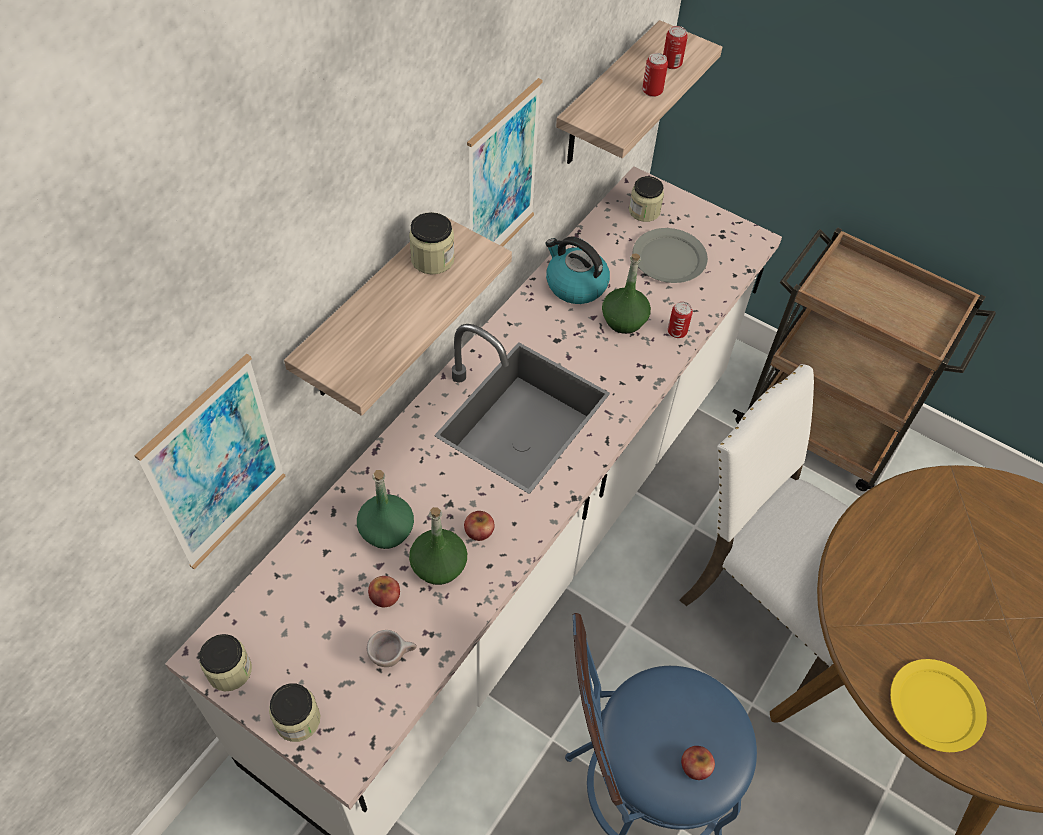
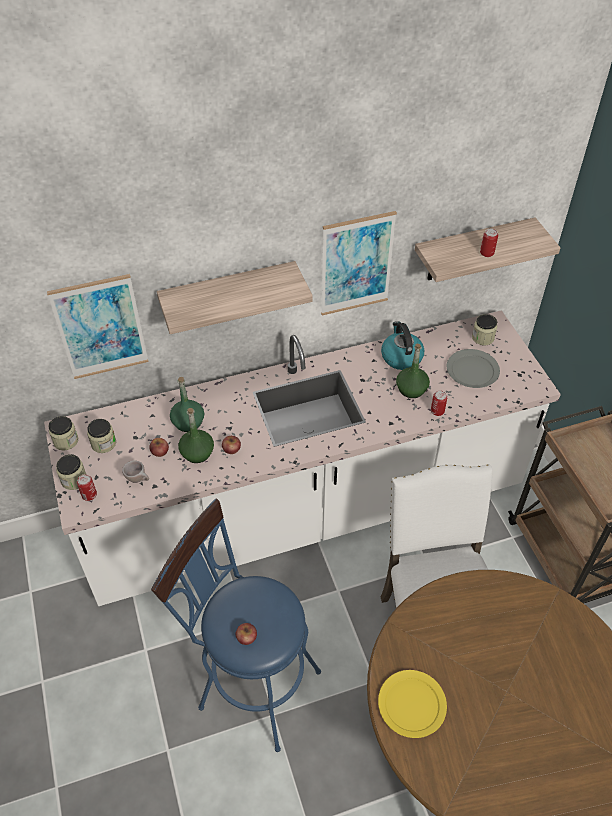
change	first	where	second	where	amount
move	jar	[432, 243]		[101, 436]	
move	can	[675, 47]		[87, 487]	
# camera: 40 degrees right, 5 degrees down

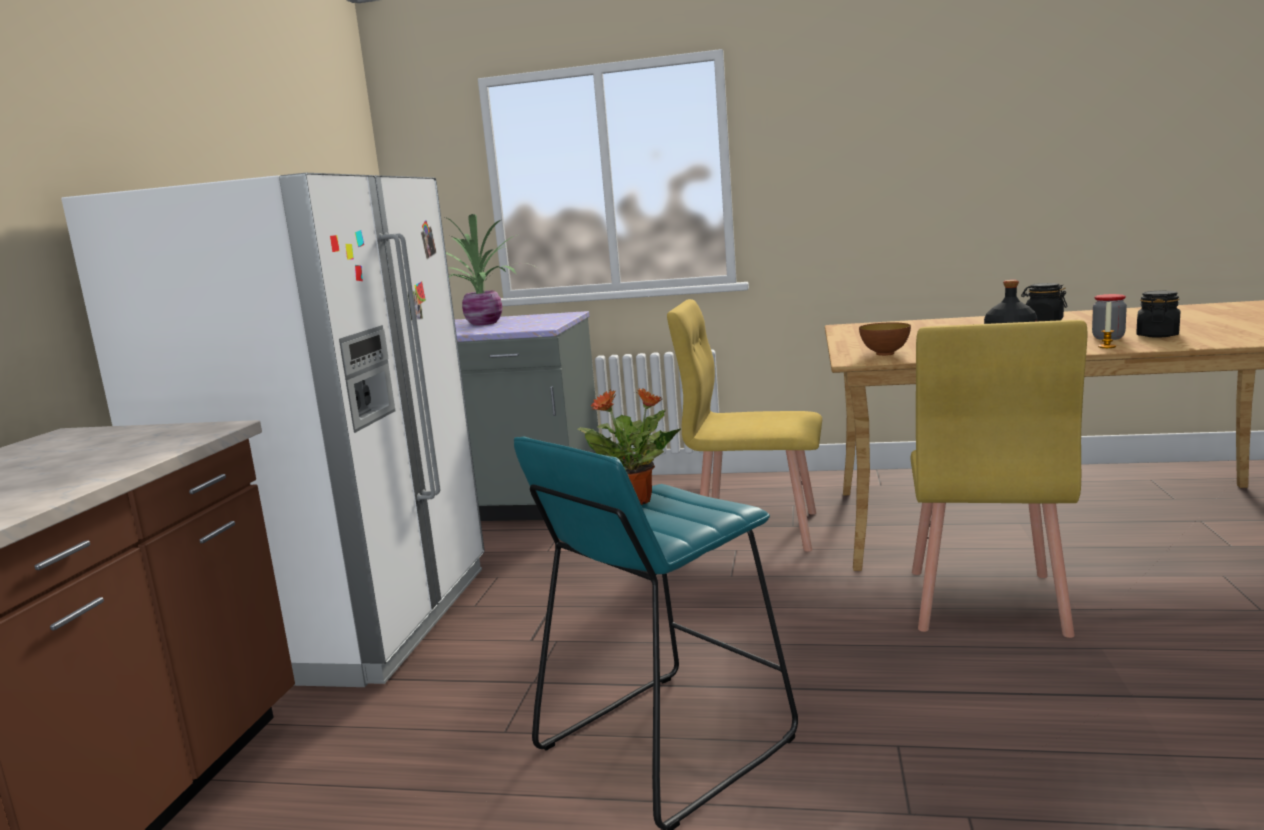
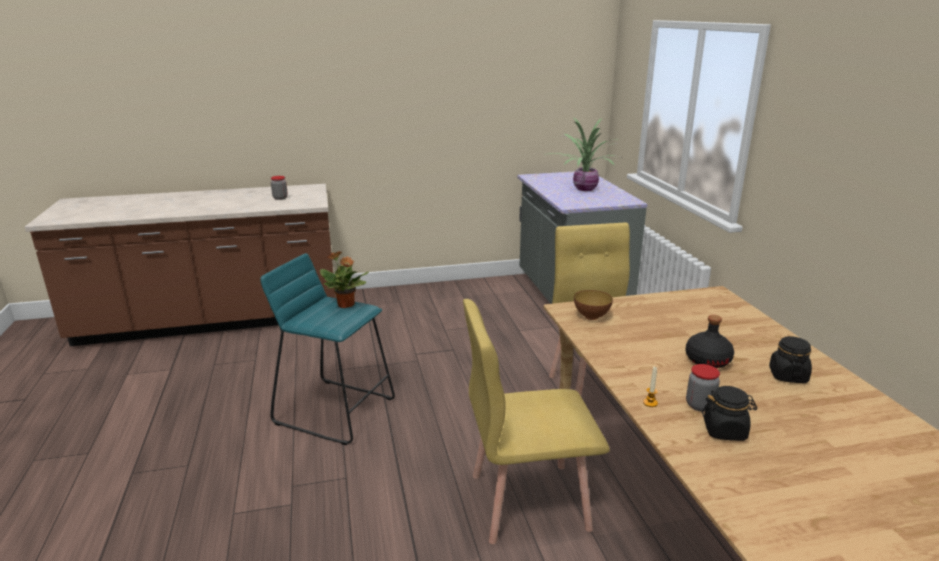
change	first	where	second	where	amount
delete	fridge (white)	[273, 430]			
insert			jar	[279, 188]	
# camera: 65 degrees right, 10 degrees up

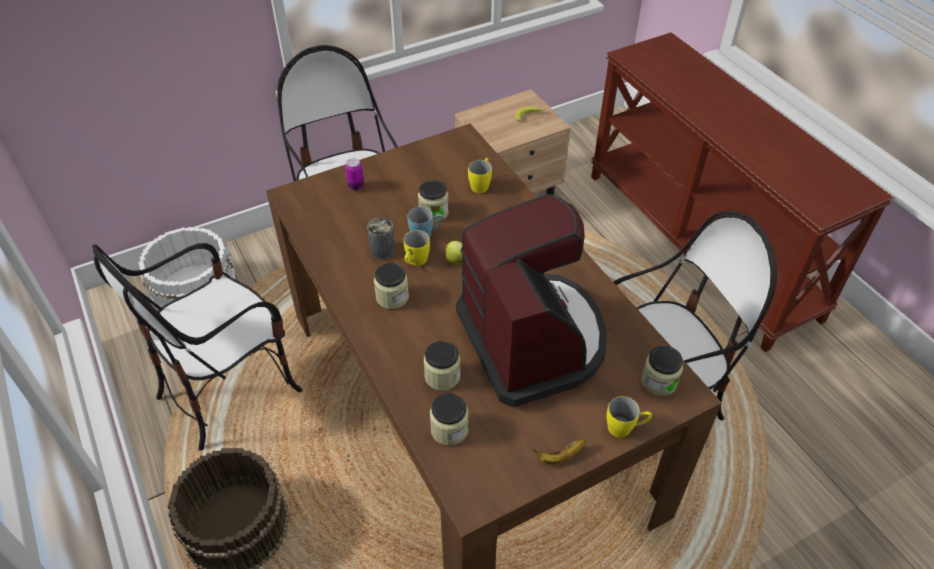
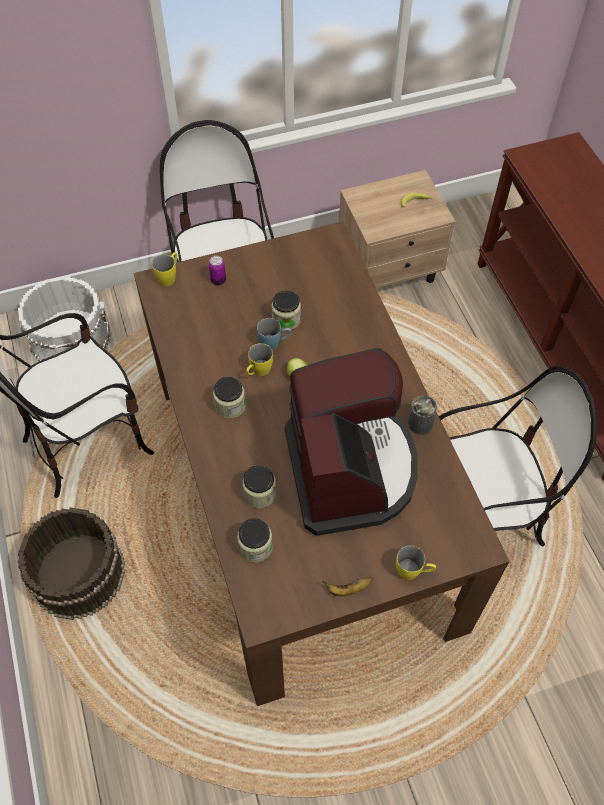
change	first	where	second	where	amount
delete	jar	[662, 371]			
move	can	[381, 239]		[422, 415]	
move	tea mug (yellow)	[480, 175]		[164, 269]	
# camera: 10 degrees right, 10 degrees up

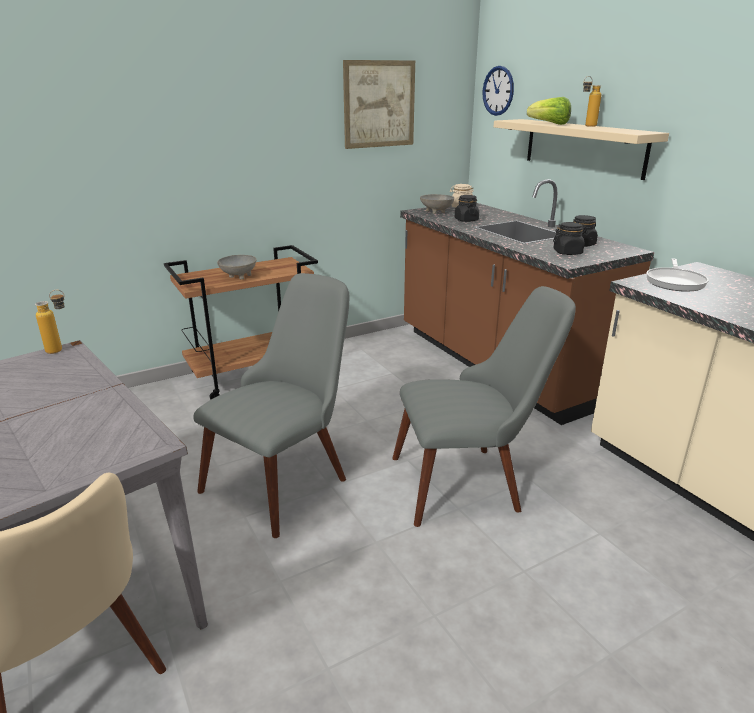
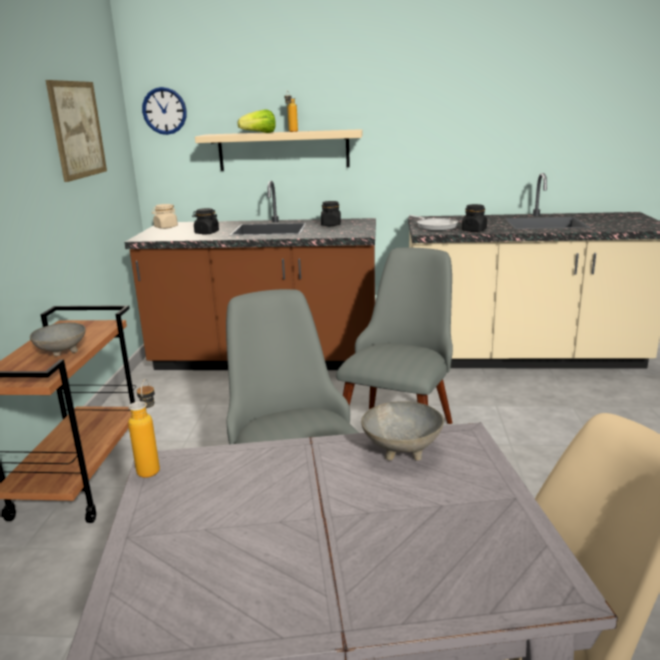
change	first	where	second	where	amount
move	deep dish (greyish)	[437, 204]		[402, 431]	
move	jar (black-coloured)	[570, 238]		[474, 218]	
# camera: 55 degrees left, 5 degrees down

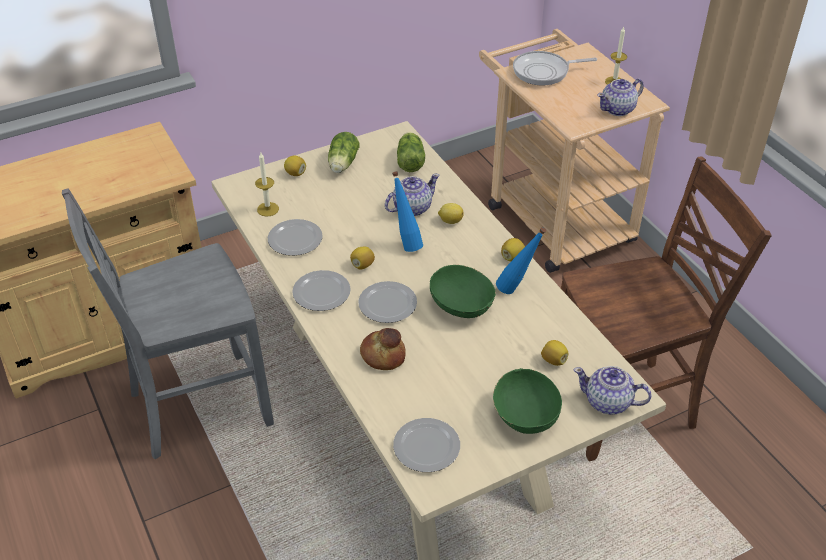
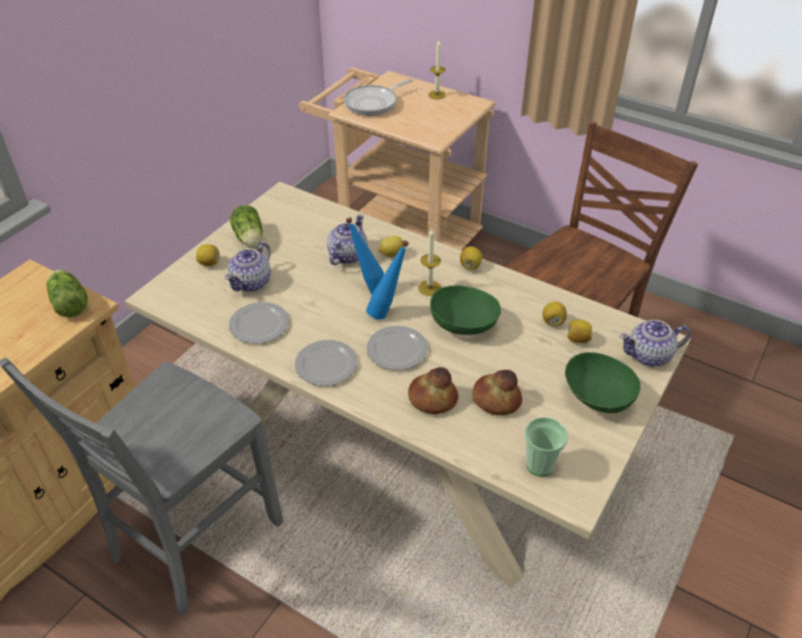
change	first	where	second	where	amount
insert			baked bread	[497, 392]	
move	wax candle	[267, 184]		[429, 262]	
move	lemon	[362, 258]		[554, 314]	
move	head of lettuce	[411, 152]		[67, 294]	
move	beverage bottle (blue-coloured)	[521, 260]		[387, 280]	
move	pot for tea	[620, 97]		[248, 267]	
replace	flat dish	[426, 445]	drinking cup	[546, 447]	
# camera: 30 degrees left, 0 degrees up

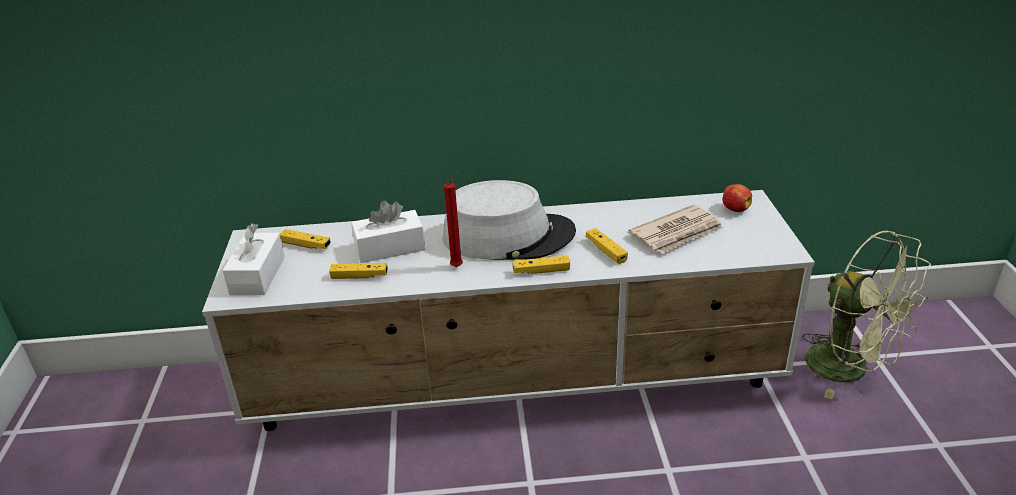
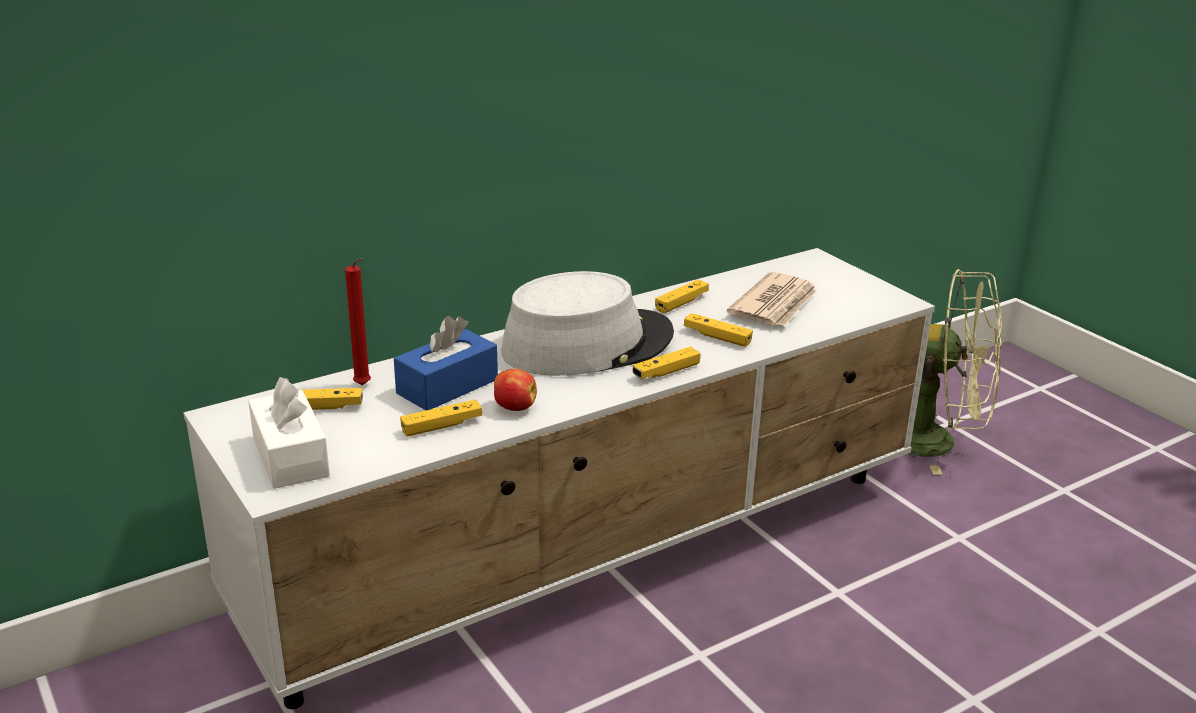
change	first	where	second	where	amount
insert			joypad (yellow)	[682, 296]	
move	wax candle (reddish)	[453, 223]		[358, 321]	
move	apple fruit	[737, 198]		[515, 390]	
recolor	tissue holder (white)	[388, 232]	tissue holder (blue-coloured)	[446, 363]	
# camera: 30 degrees left, 5 degrees down

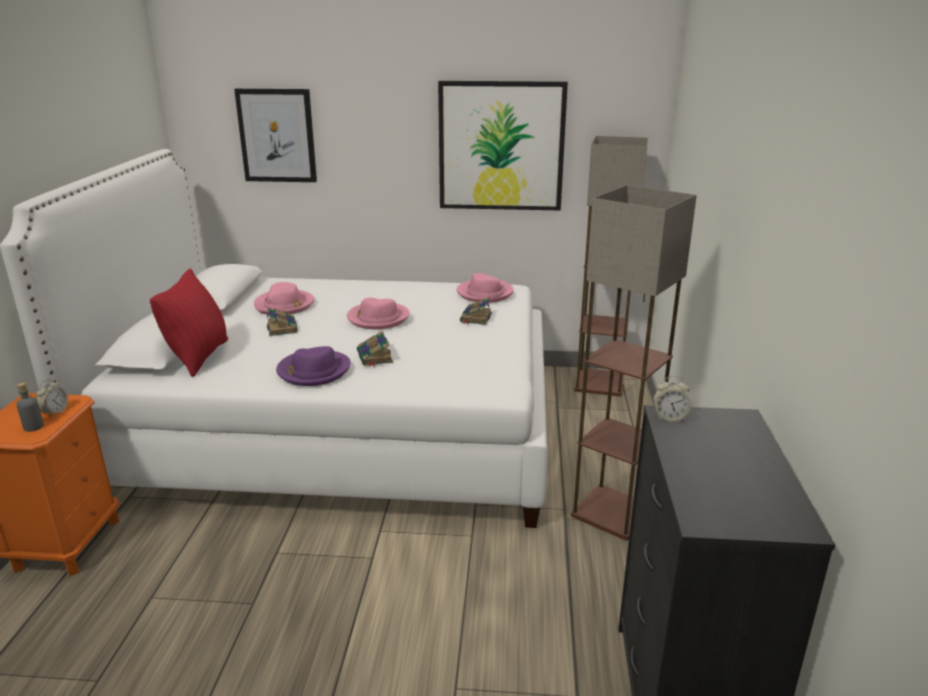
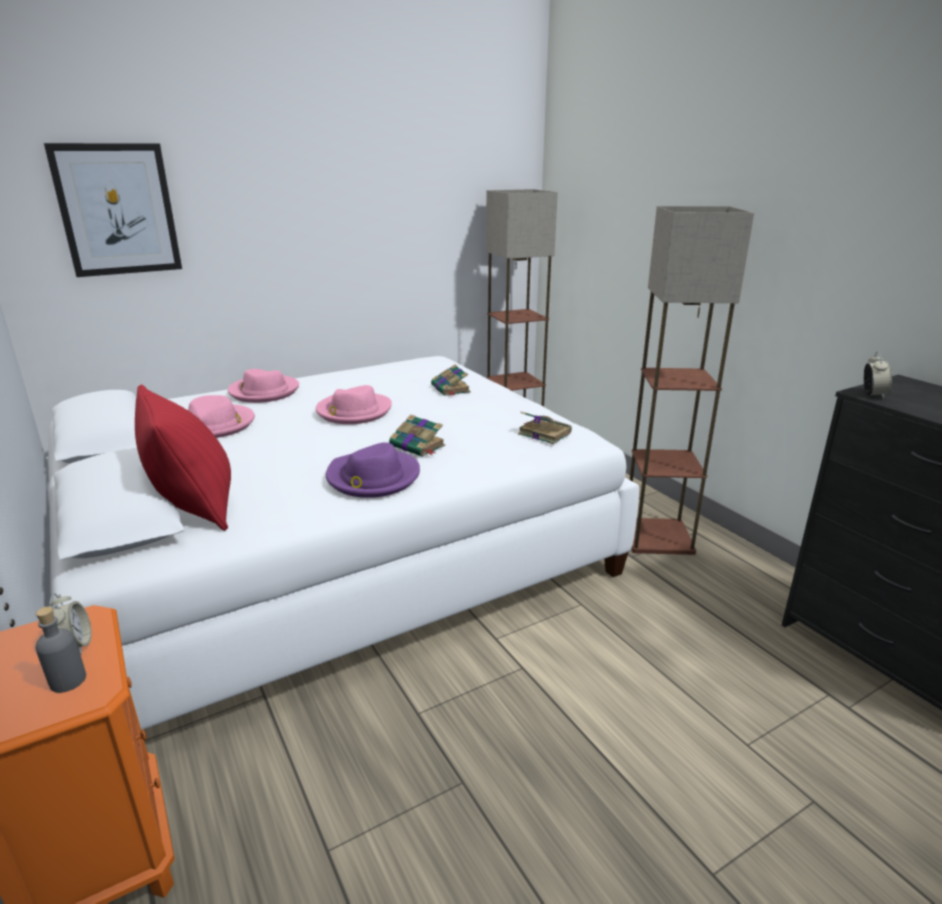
change	first	where	second	where	amount
delete	wall picture	[503, 145]			
move	bound book	[282, 321]		[545, 428]	
move	wearable hat (pink)	[485, 288]		[263, 386]	
rotate	table clock	[672, 399]		[878, 375]	45 degrees counterclockwise
# camera: 35 degrees left, 0 degrees up

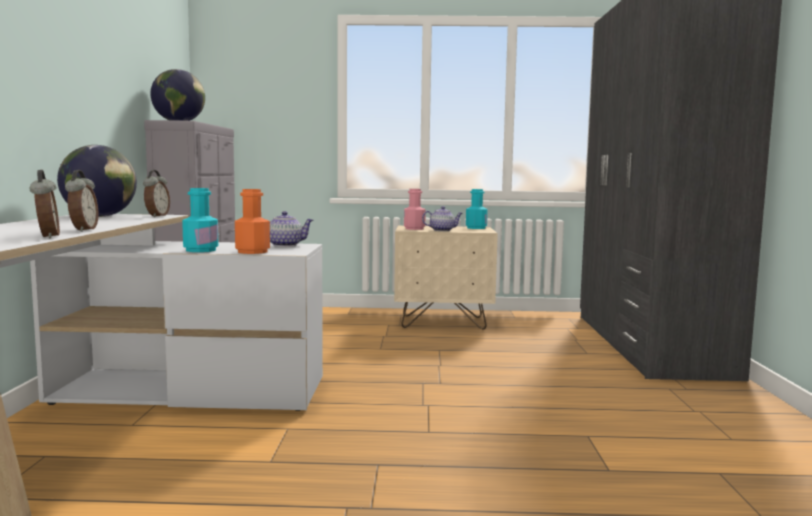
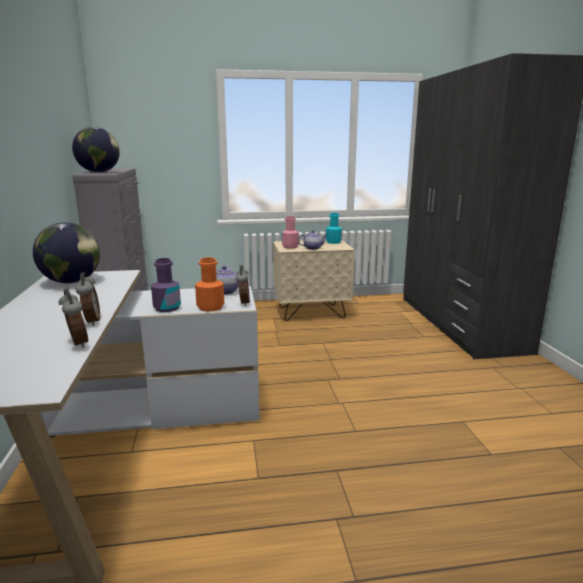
change	first	where	second	where	amount
move	table clock	[156, 193]		[243, 285]	
recolor	beverage bottle (turquoise-coloured)	[200, 220]	beverage bottle (purplish)	[166, 285]	
# camera: 10 degrees left, 10 degrees up

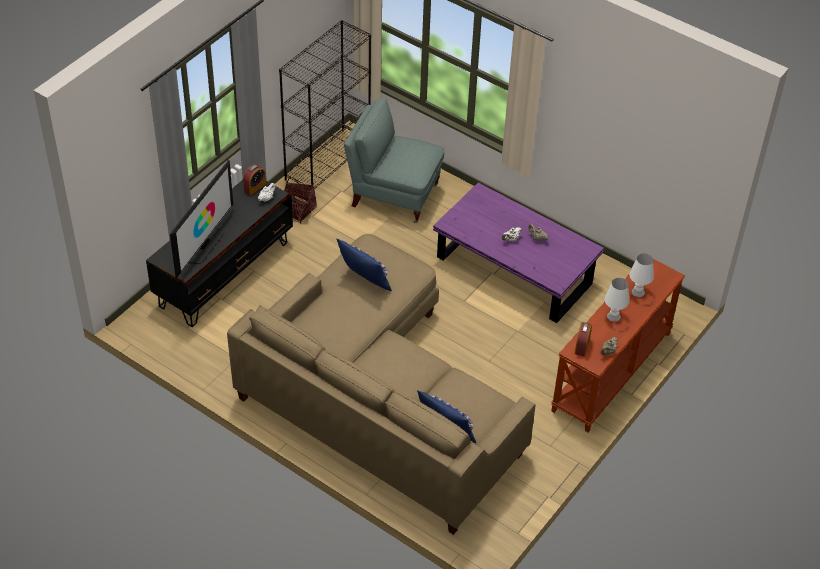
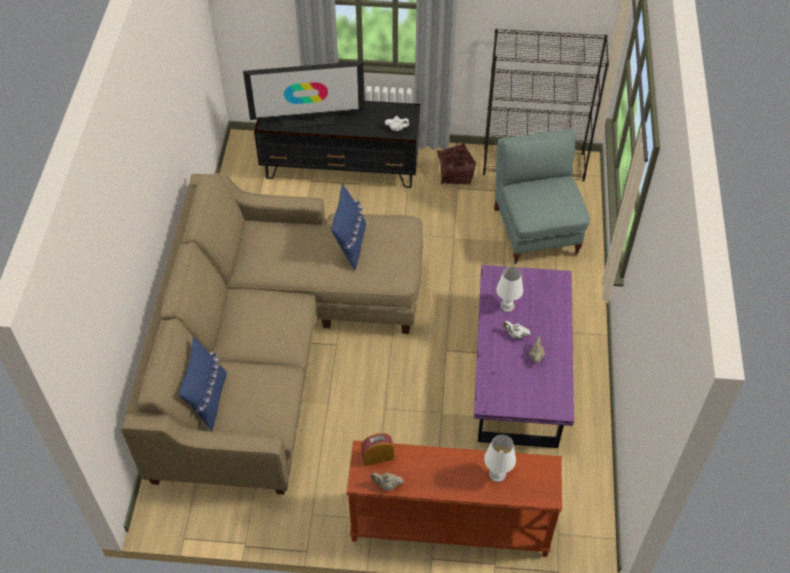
change	first	where	second	where	amount
delete	table clock	[254, 179]			
move	tabletop lamp (white)	[617, 300]		[509, 289]	
# camera: 60 degrees right, 5 degrees up

